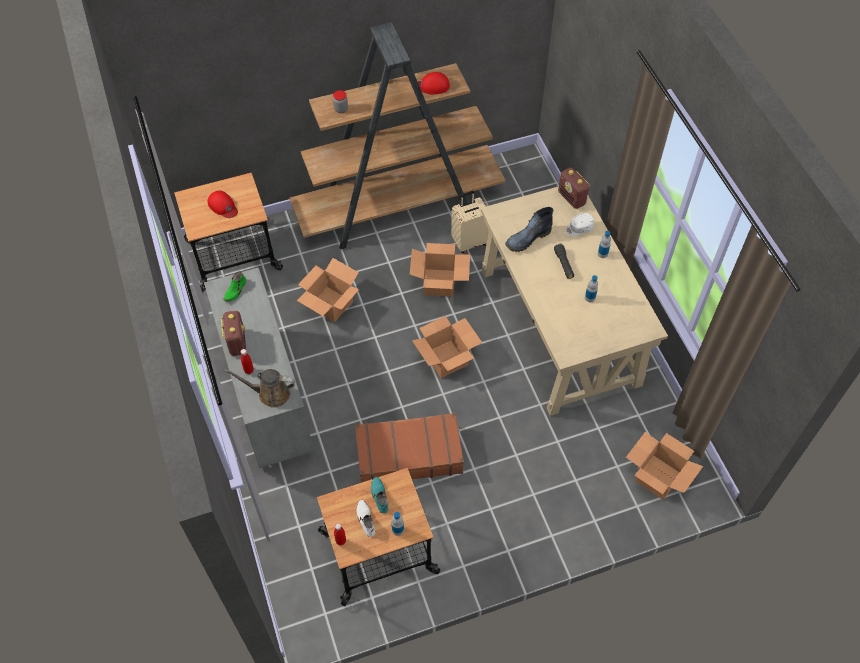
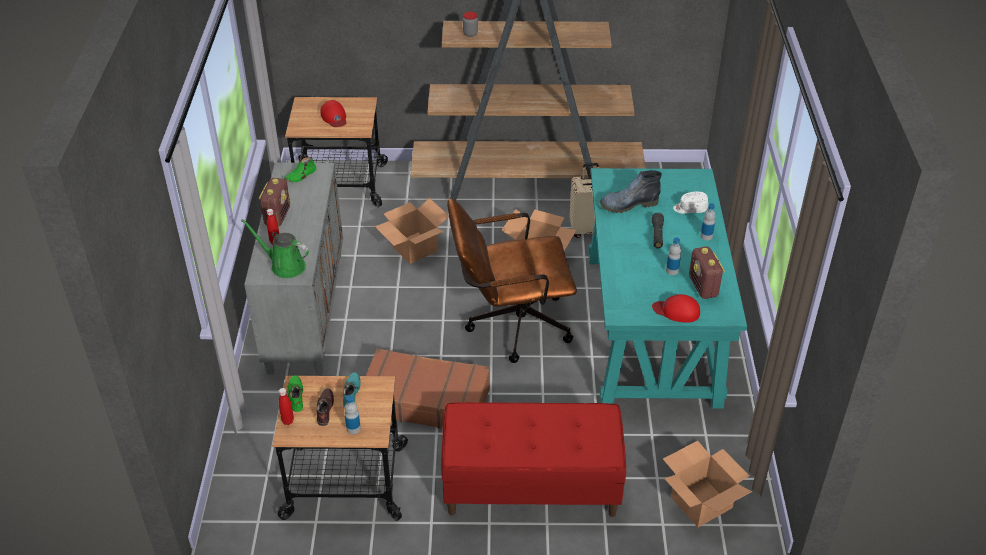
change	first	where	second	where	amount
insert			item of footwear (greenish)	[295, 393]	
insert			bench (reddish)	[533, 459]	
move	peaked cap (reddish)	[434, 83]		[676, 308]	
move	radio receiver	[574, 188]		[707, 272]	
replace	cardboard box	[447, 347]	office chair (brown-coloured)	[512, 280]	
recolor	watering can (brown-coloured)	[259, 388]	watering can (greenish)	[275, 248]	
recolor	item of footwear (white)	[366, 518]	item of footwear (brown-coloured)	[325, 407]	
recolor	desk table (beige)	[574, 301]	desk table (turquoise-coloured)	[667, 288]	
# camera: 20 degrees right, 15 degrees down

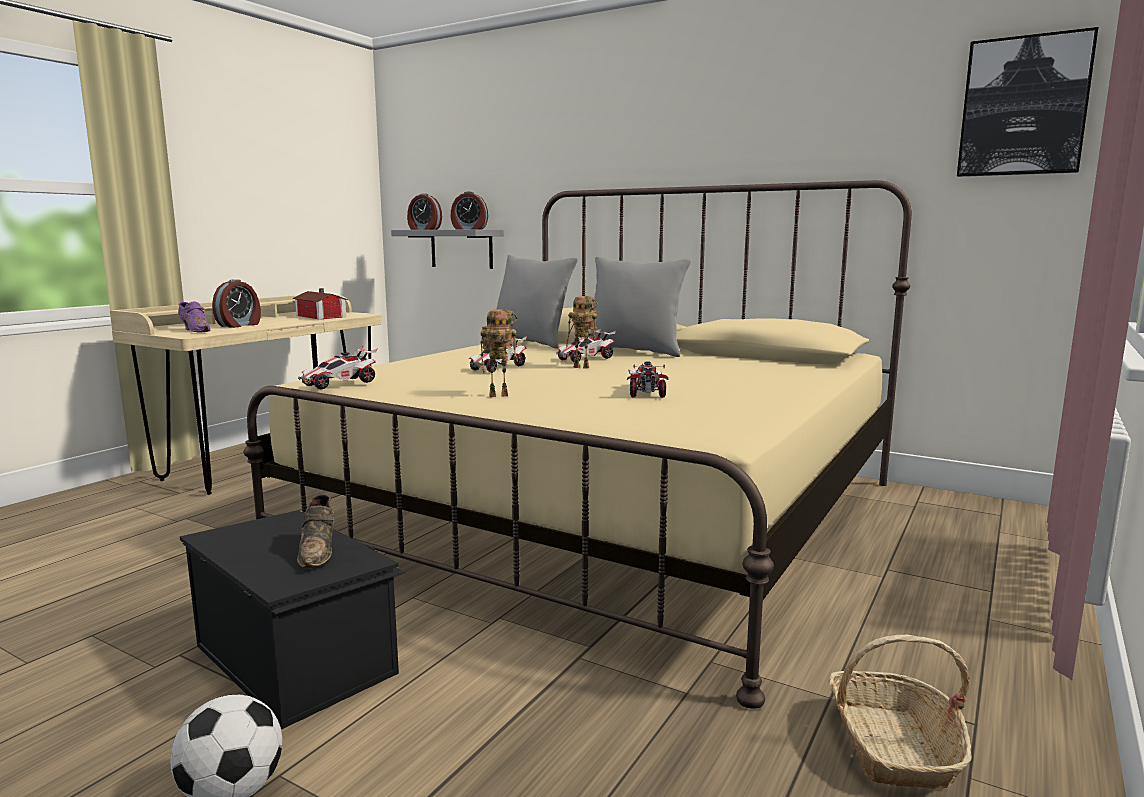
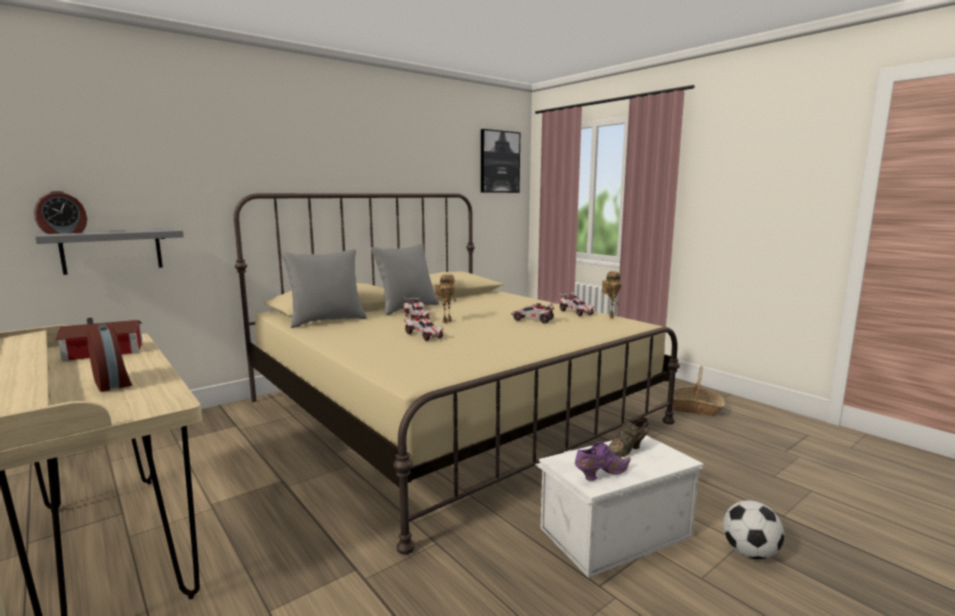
change	first	where	second	where	amount
delete	table clock	[469, 210]			
move	item of footwear (purplish)	[194, 317]		[603, 461]	
move	toy car	[338, 367]		[576, 303]	
move	robot figure	[499, 353]		[612, 295]	
recolor	storage bin (black-coloured)	[292, 619]	storage bin (white)	[619, 506]	
rotate	item of footwear (brown-coloured)	[316, 531]		[629, 437]	135 degrees clockwise
# camera: 70 degrees left, 0 degrees up

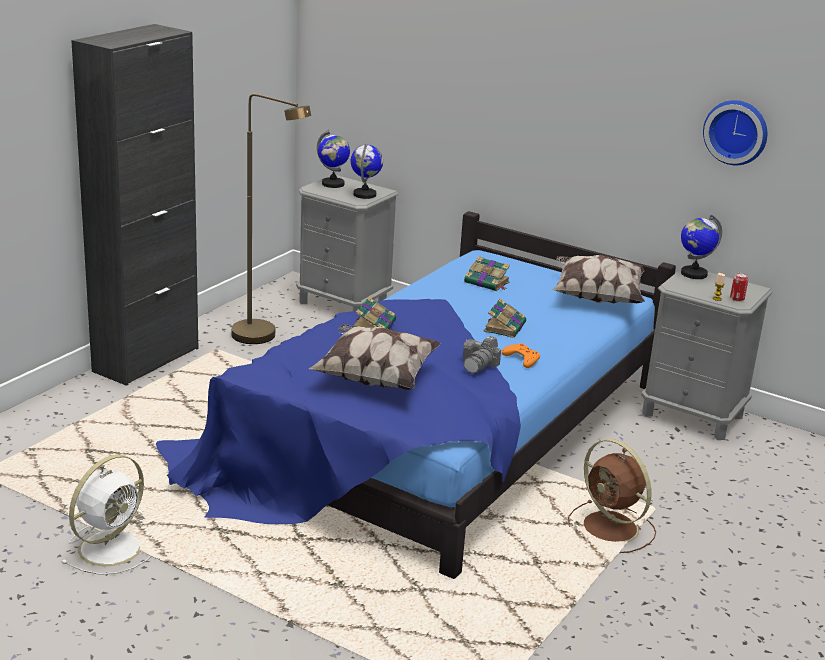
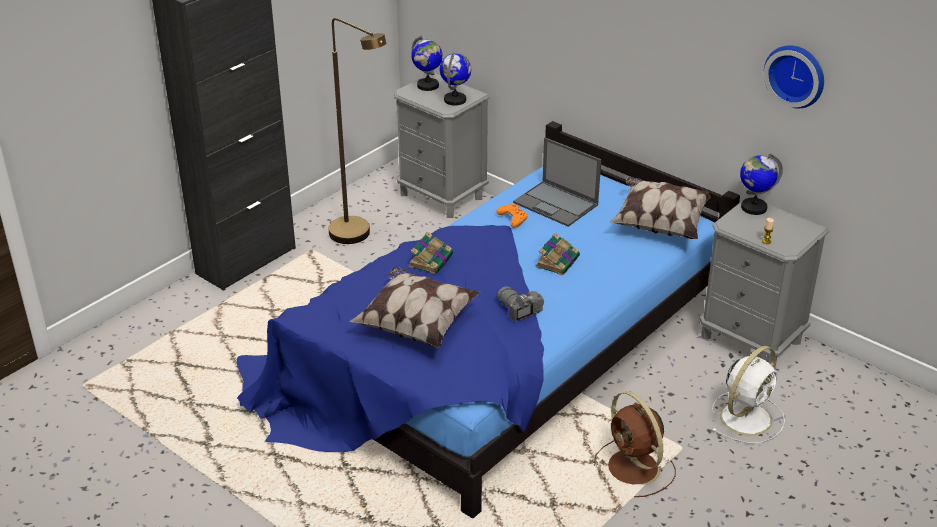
change	first	where	second	where	amount
delete	can	[739, 287]			
move	cooling fan (white)	[106, 515]		[748, 395]	
move	joypad (orange)	[521, 355]		[512, 216]	
replace	bound book	[487, 273]	portable computer	[557, 182]	
rotate	photo camera	[482, 354]		[520, 304]	105 degrees clockwise
# camera: 10 degrees right, 10 degrees up

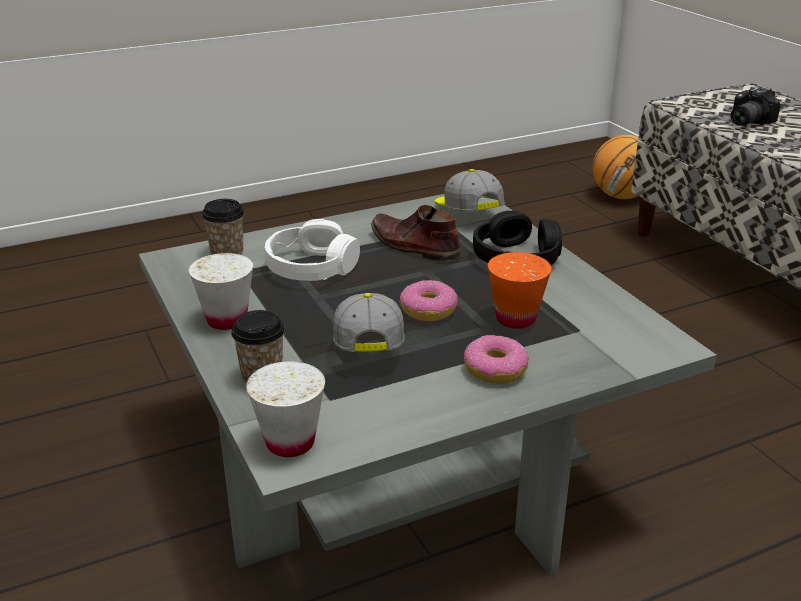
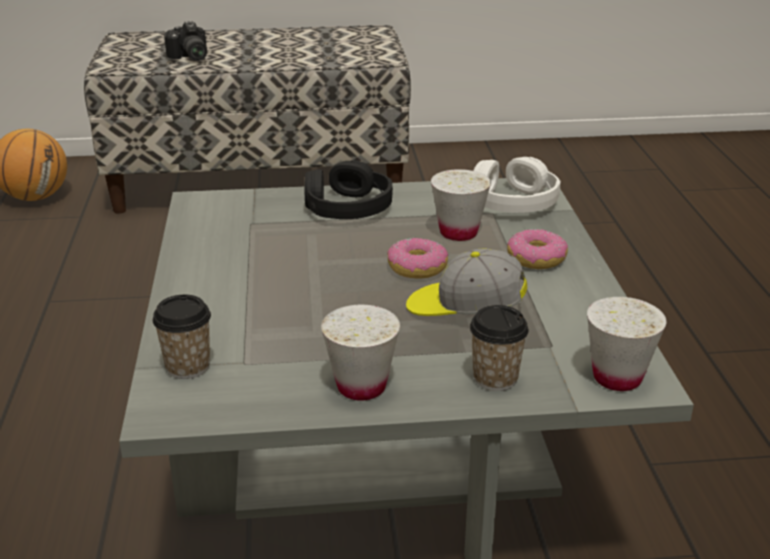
change	first	where	second	where	amount
delete	item of footwear (brown-coloured)	[416, 233]			
delete	peaked cap	[470, 190]			
move	pair of headphones (white)	[312, 250]		[516, 185]	
recolor	drinking cup (orange)	[520, 290]	drinking cup (white)	[461, 205]	
# camera: 70 degrees left, 0 degrees up

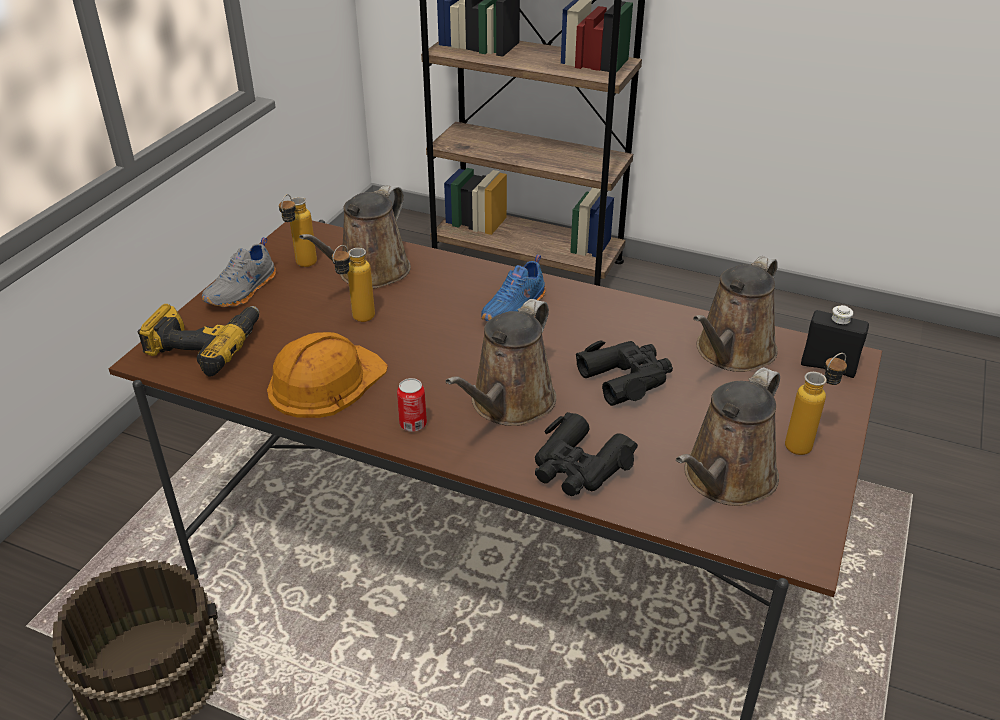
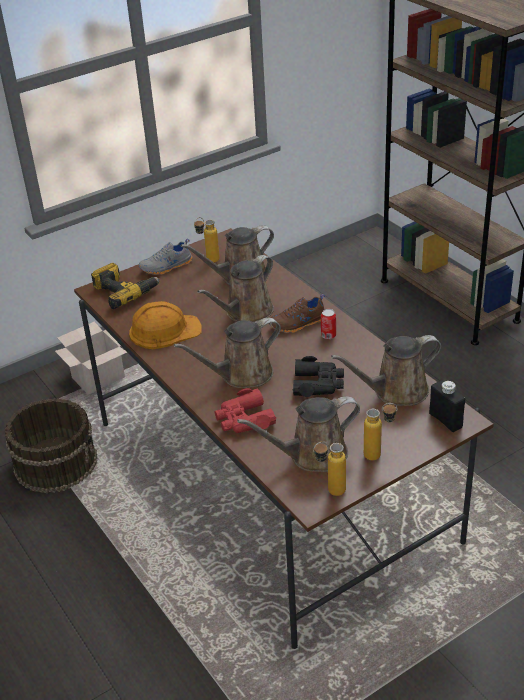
change	first	where	second	where	amount
insert			cardboard box	[91, 358]	
insert			watering can (brown-coloured)	[235, 288]	
move	beverage bottle	[353, 283]		[329, 468]	
move	can	[412, 405]		[328, 324]	
recolor	item of footwear (blue-coloured)	[513, 288]	item of footwear (brown-coloured)	[297, 313]	
recolor	pair of binoculars (black-coloured)	[586, 454]	pair of binoculars (reddish)	[245, 410]	
# camera: 35 degrees right, 0 degrees up

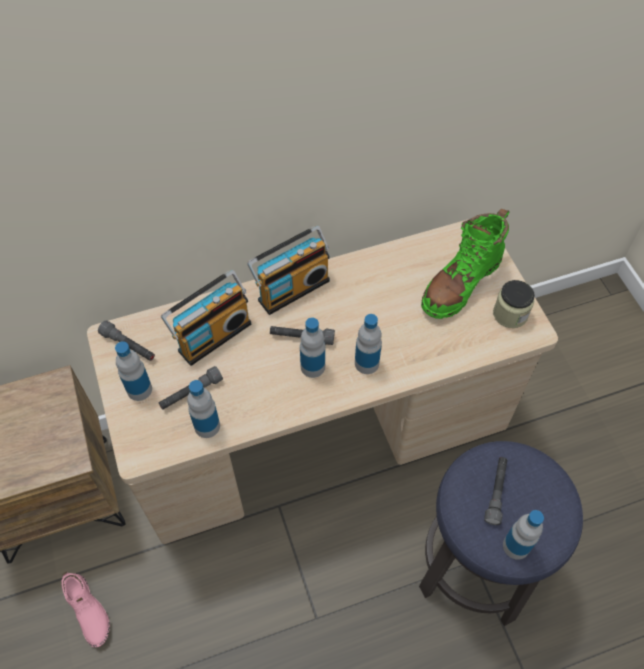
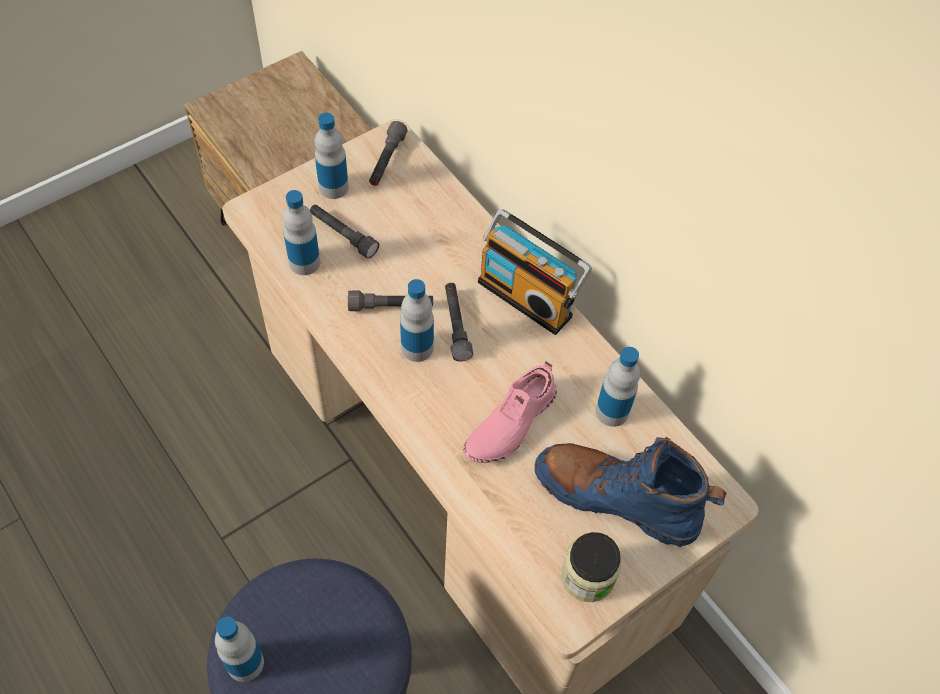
change	first	where	second	where	amount
delete	radio receiver	[206, 318]			
move	item of footwear (pink)	[85, 609]		[510, 412]	
move	beverage bottle	[368, 344]		[618, 387]	
move	torch (greyish)	[495, 491]		[390, 301]	
recolor	high-top boot (greenish)	[465, 264]	high-top boot (blue-coloured)	[630, 492]	
# camera: 70 degrees right, 0 degrees up

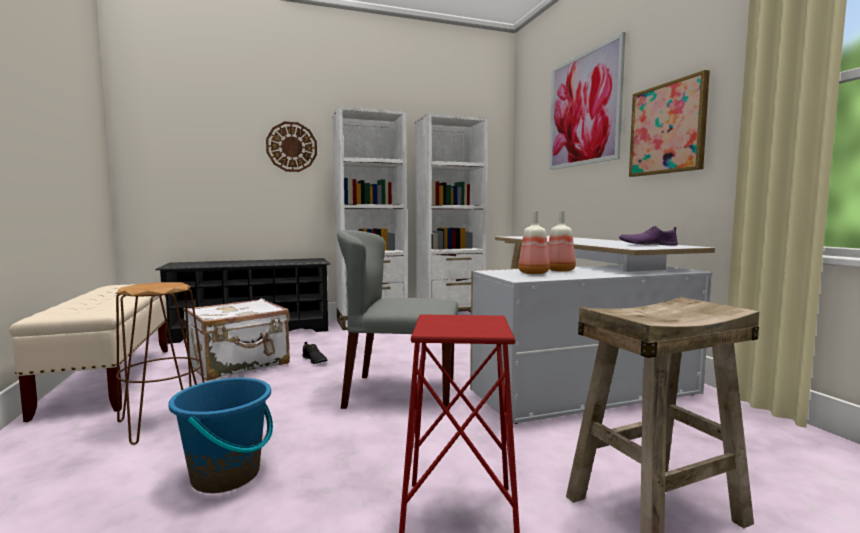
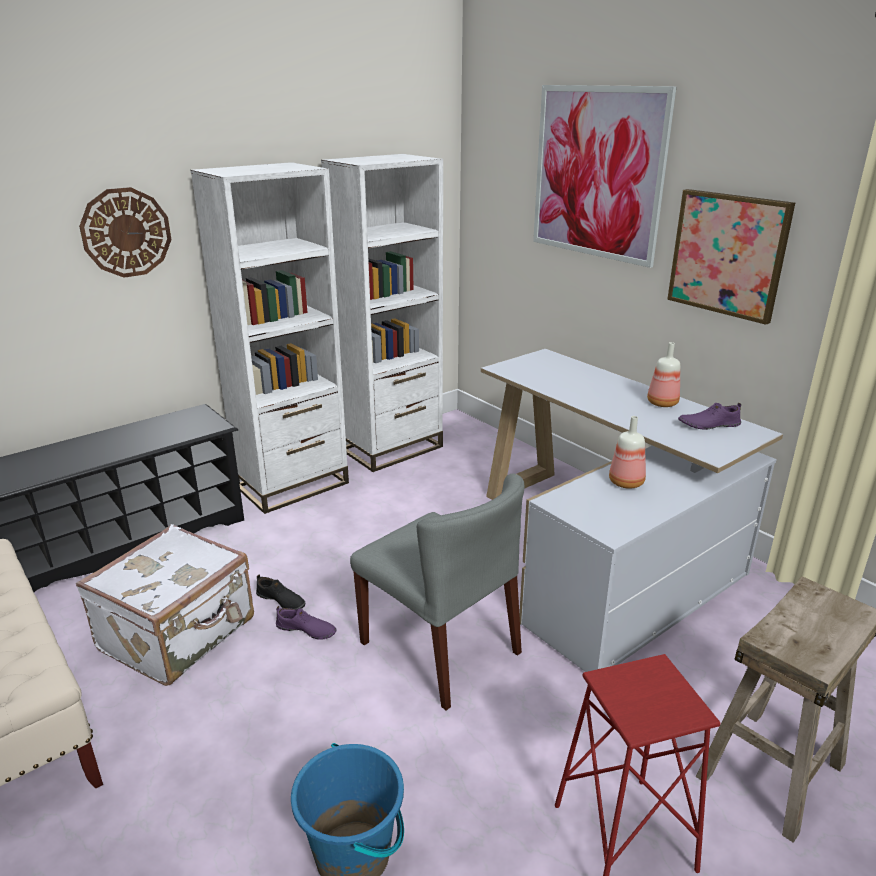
change	first	where	second	where	amount
delete	sitting stool (brown-coloured)	[160, 363]			
insert			item of footwear (purplish)	[306, 623]	
move	beverage bottle	[534, 242]		[663, 374]	
rotate	upright chair (greyish)	[397, 319]		[437, 592]	120 degrees counterclockwise
# camera: 20 degrees left, 20 degrees up

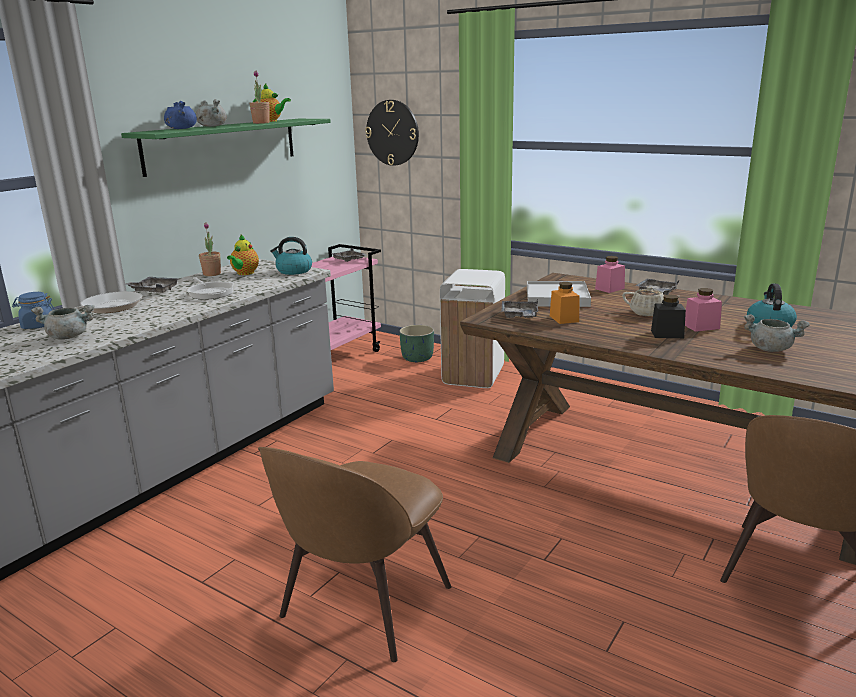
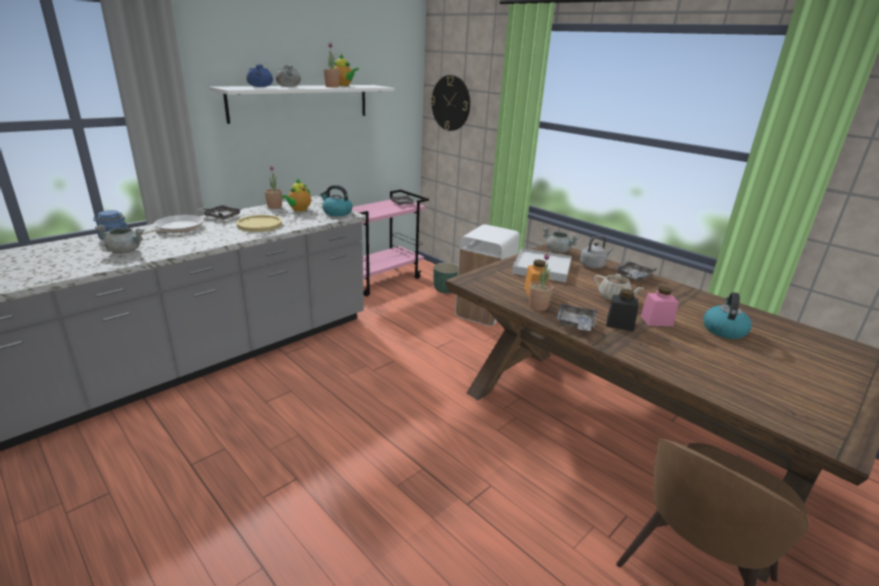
change	first	where	second	where	amount
delete	upright chair (brown-coloured)	[354, 554]			
insert			potted plant	[541, 282]	
move	serving tray (greyish)	[519, 308]		[577, 317]	
move	cooking pot (greyish)	[777, 333]		[561, 240]	
replace	skillet	[210, 288]	flat dish (yellow)	[259, 223]	
replace	jar (pink)	[610, 274]	tea kettle (greyish)	[596, 252]	
recolor	bracket shelf (greenish)	[226, 148]	bracket shelf (white)	[302, 104]	
# camera: 10 degrees right, 5 degrees up

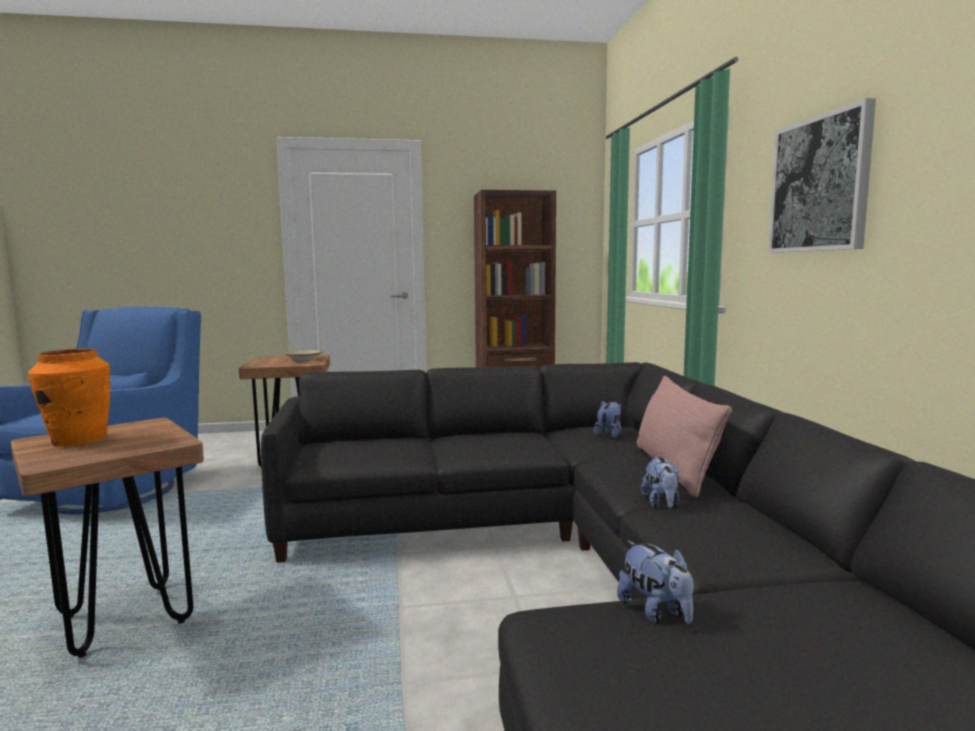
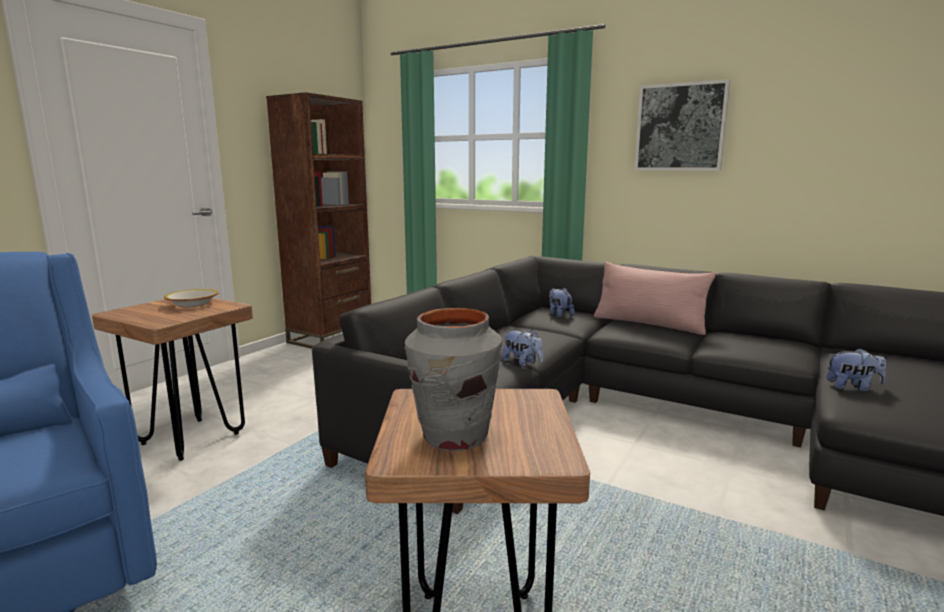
change	first	where	second	where	amount
move	plush toy	[660, 482]		[522, 348]	
recolor	vase (orange)	[69, 397]	vase (greyish)	[453, 379]	
# camera: 50 degrees left, 5 degrees up

